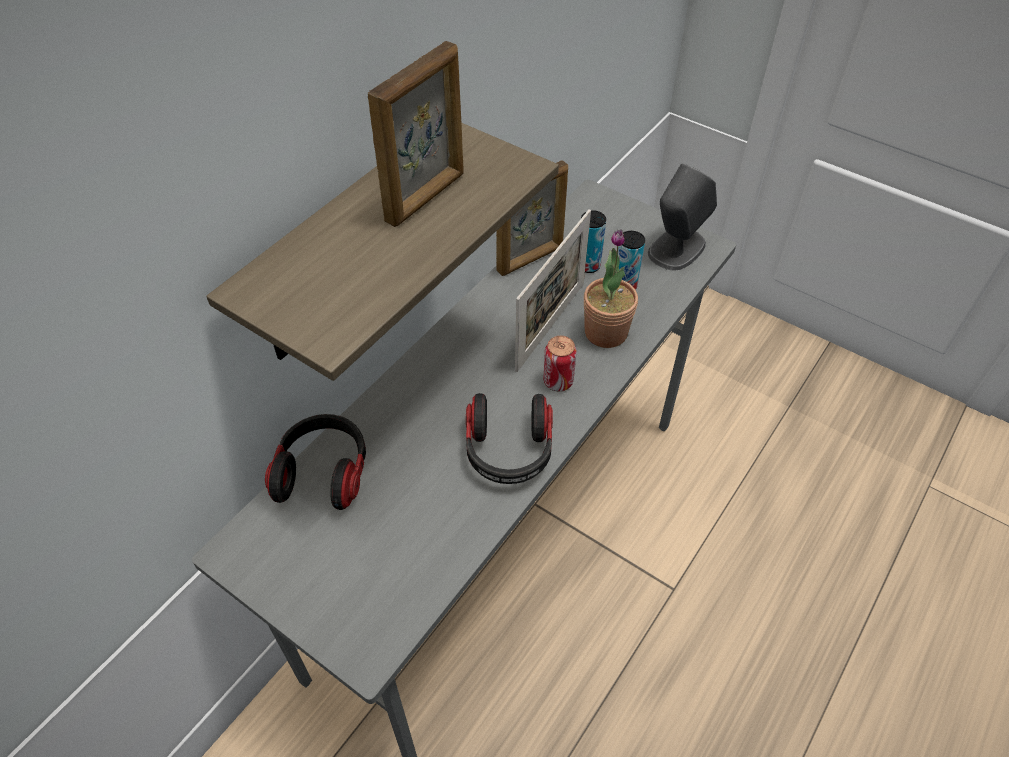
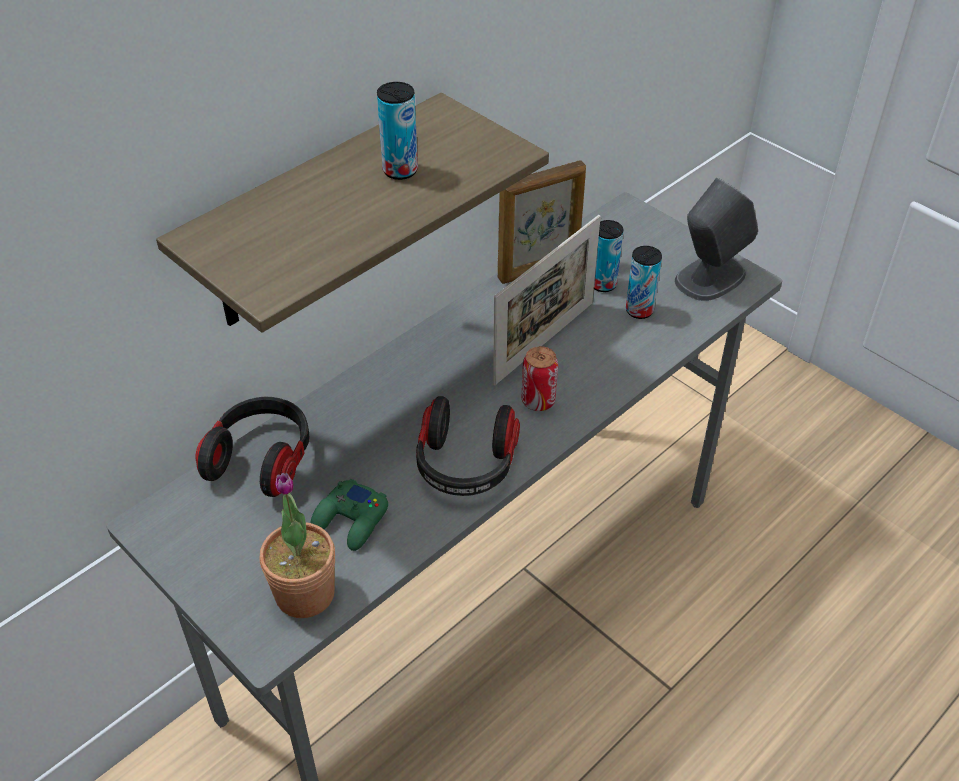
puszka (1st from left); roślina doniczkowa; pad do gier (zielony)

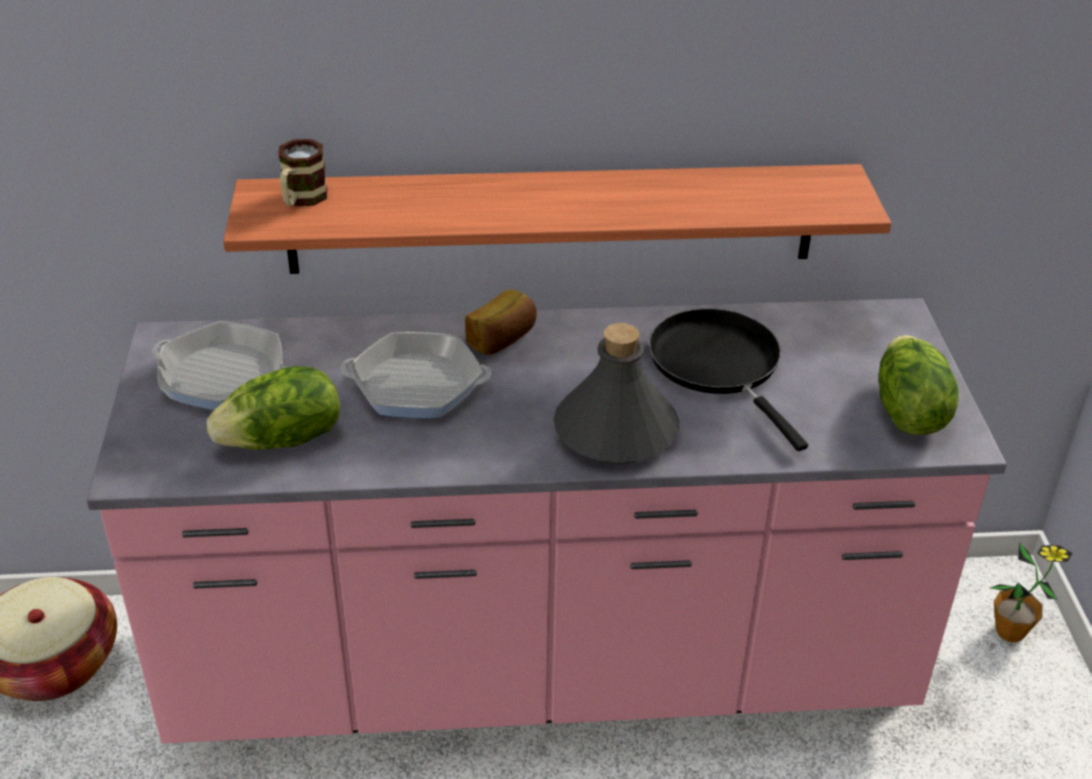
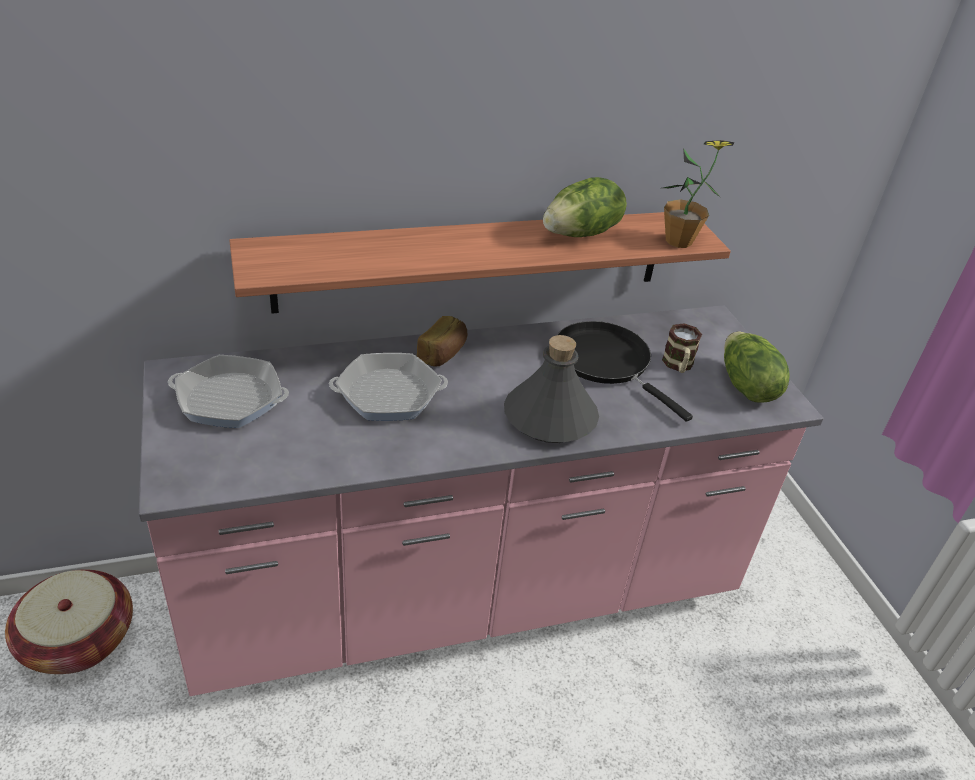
kubek; sałata (1st from left); roślina doniczkowa

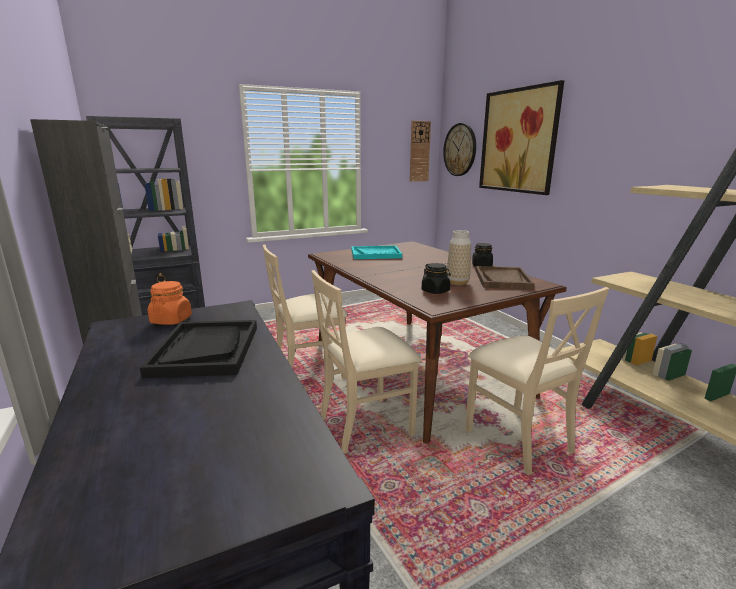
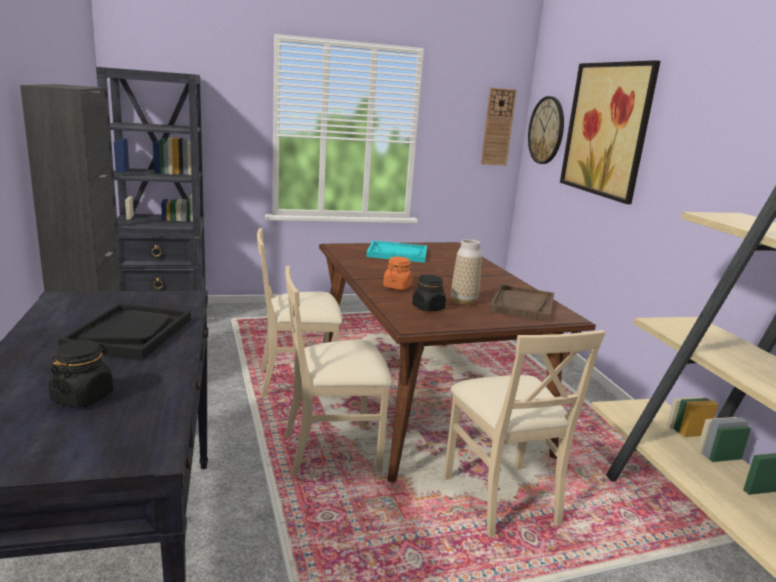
słoik (czarny) (1st from left); słoik (pomarańczowy)

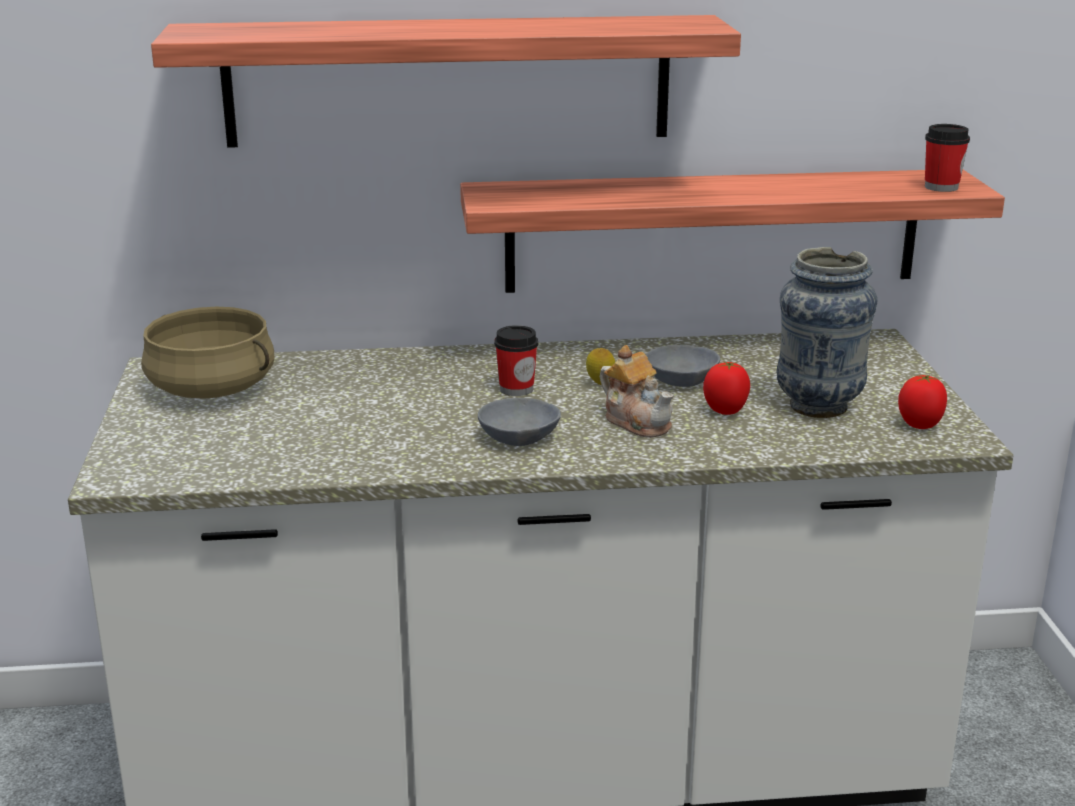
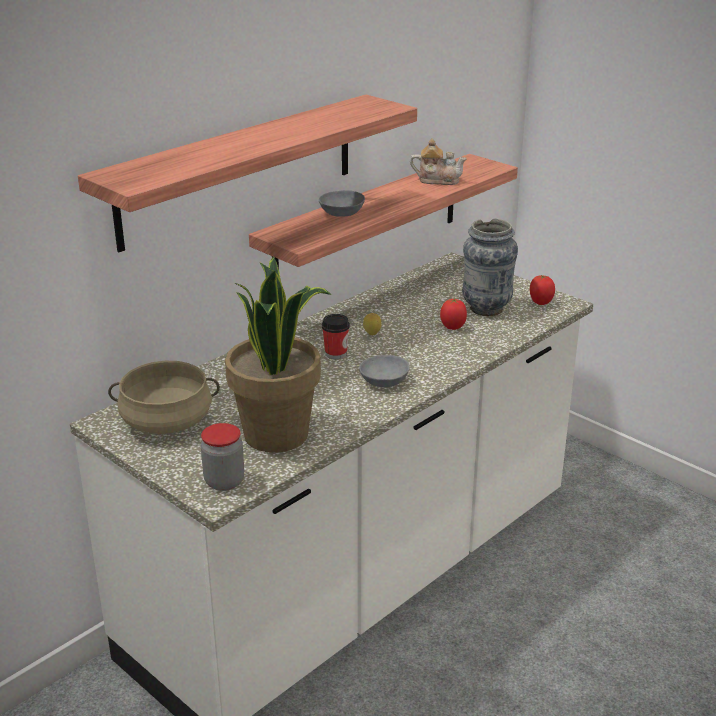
filiżanka (2nd from left in the first image); imbryk; miska (szary) (1st from left); roślina doniczkowa; słoik

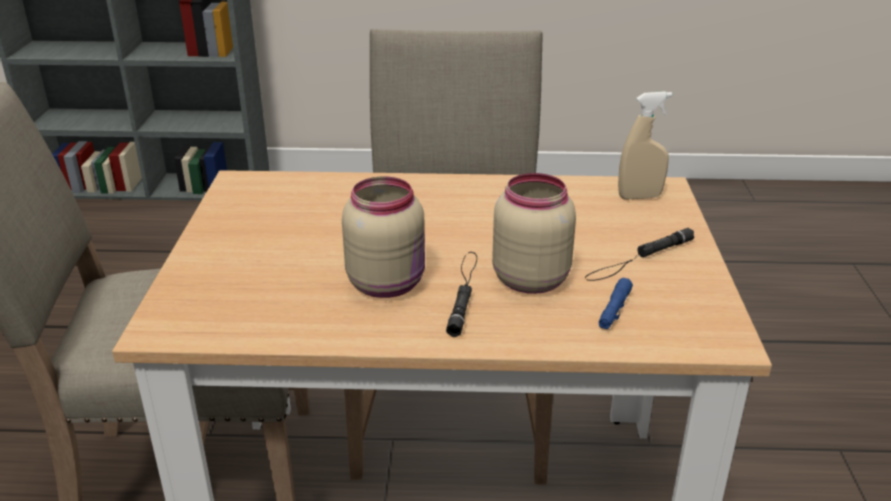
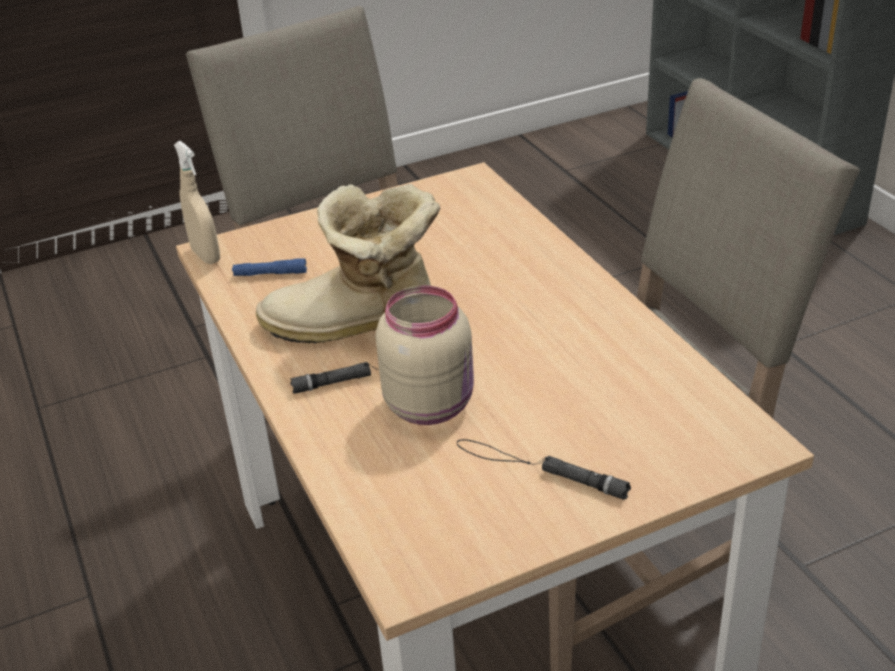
spryskiwacz (beżowy); but z cholewką; latarka (niebieski)

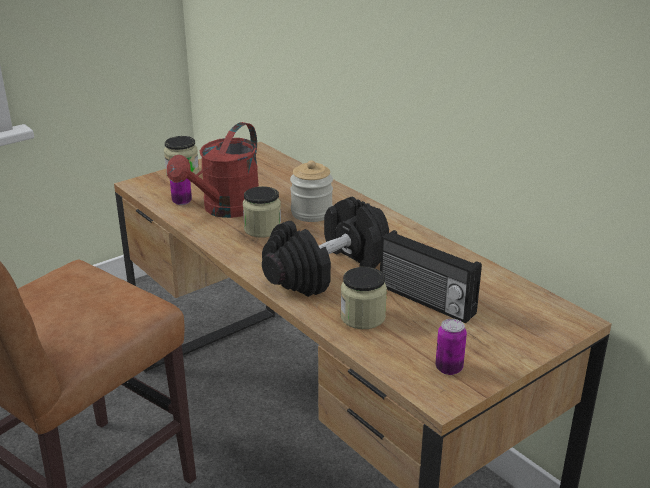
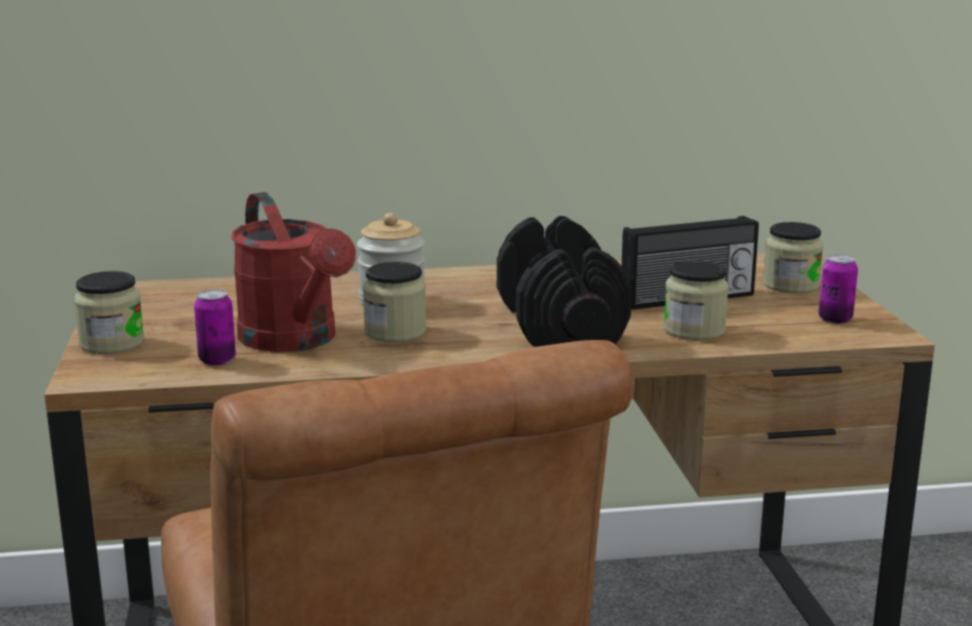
słoik (5th from left)

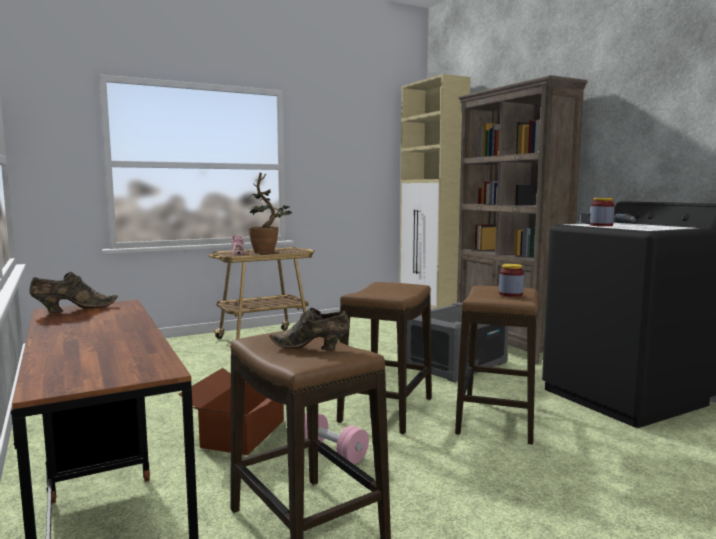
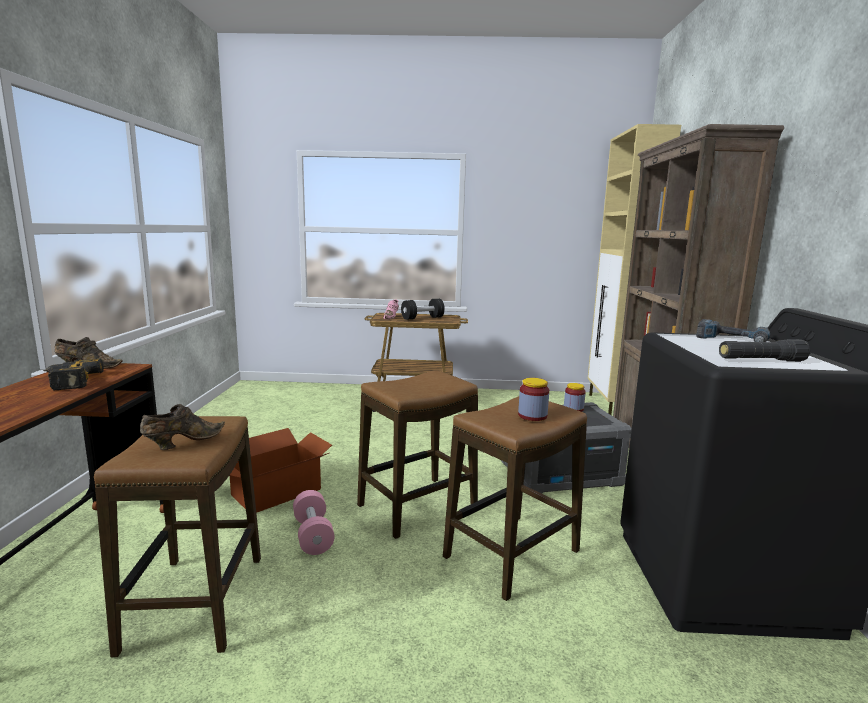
hantel (czarny); słoik (2nd from left); but (brązowy) (2nd from left); latarka (czarny); wiertarka (1st from left)

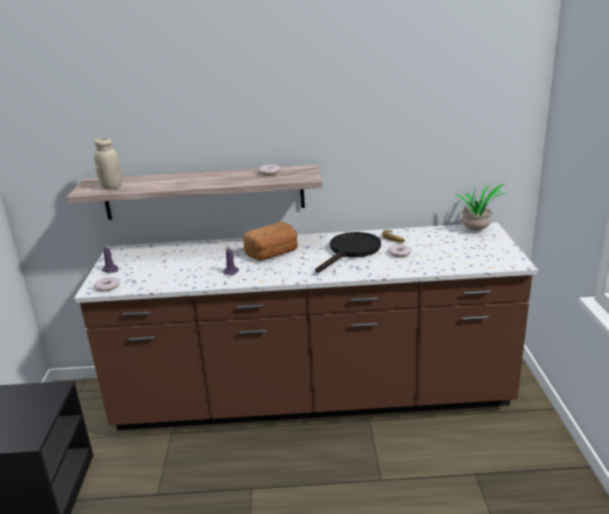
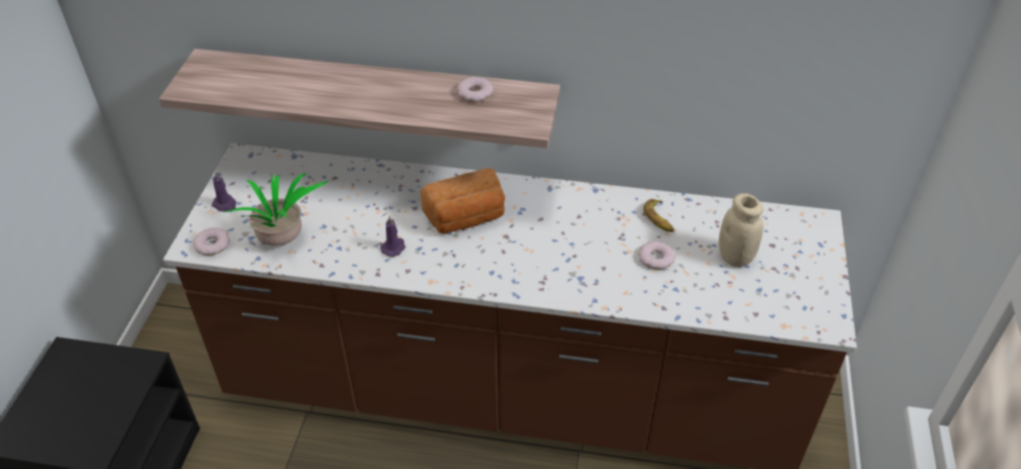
słoik (beżowy); roślina doniczkowa; patelnia (czarny)

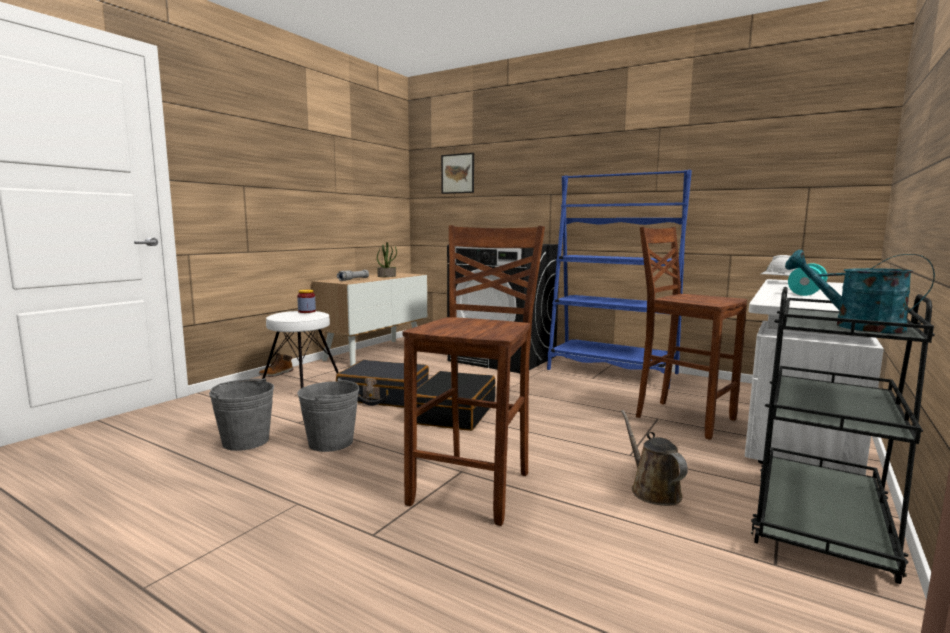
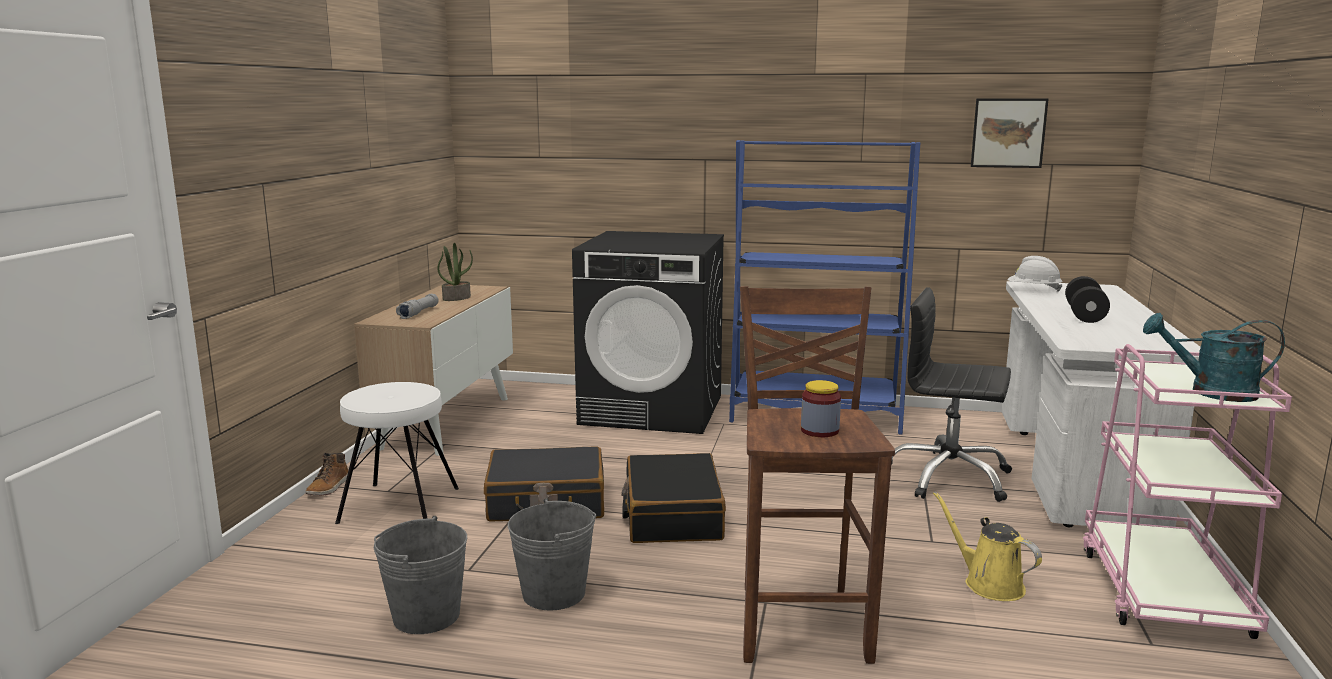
obraz; krzesło biurowe (czarny); hantel (czarny); wózek (różowy); słoik; konewka (żółty)

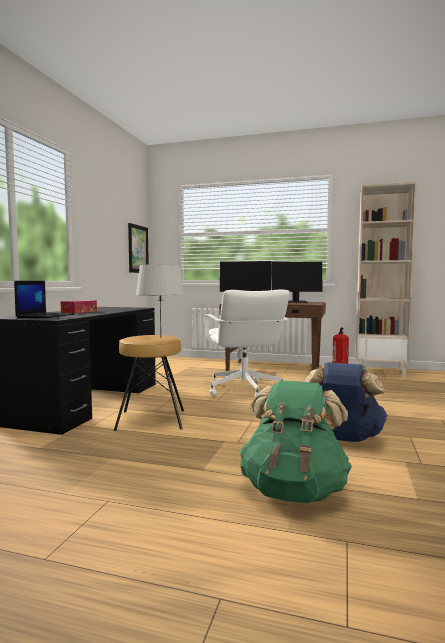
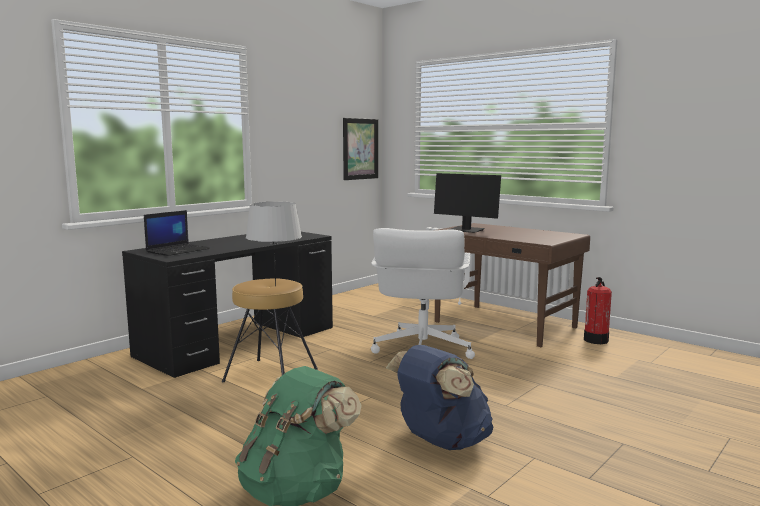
regał (beżowy); monitor (2nd from left in the first image); pudełko chusteczek

